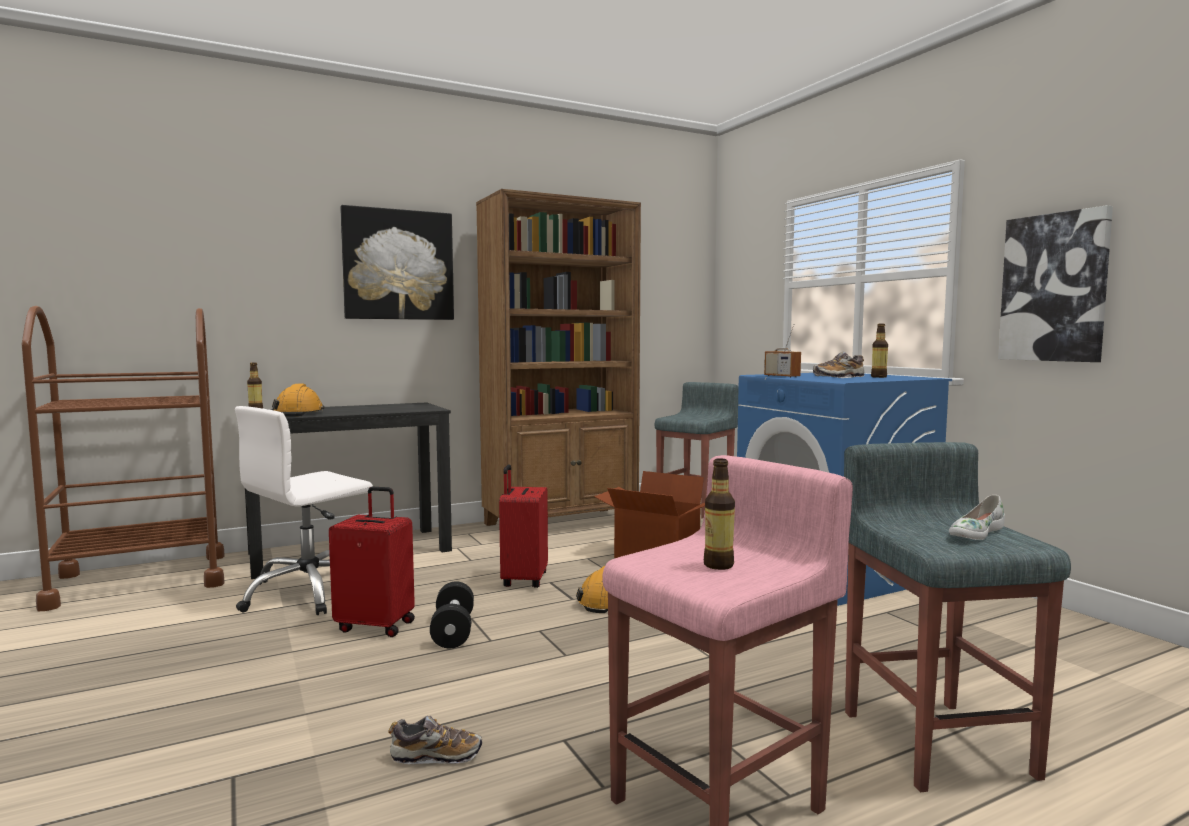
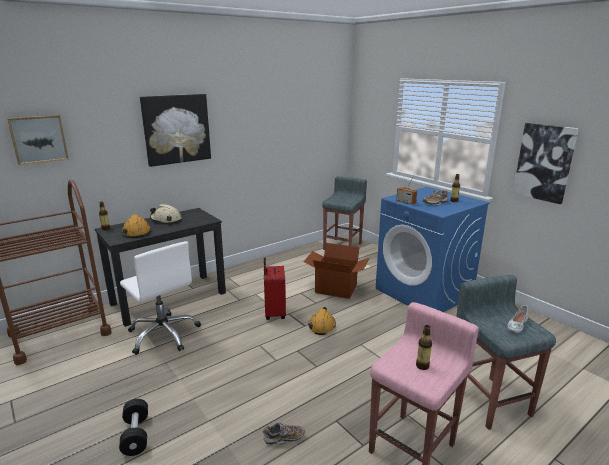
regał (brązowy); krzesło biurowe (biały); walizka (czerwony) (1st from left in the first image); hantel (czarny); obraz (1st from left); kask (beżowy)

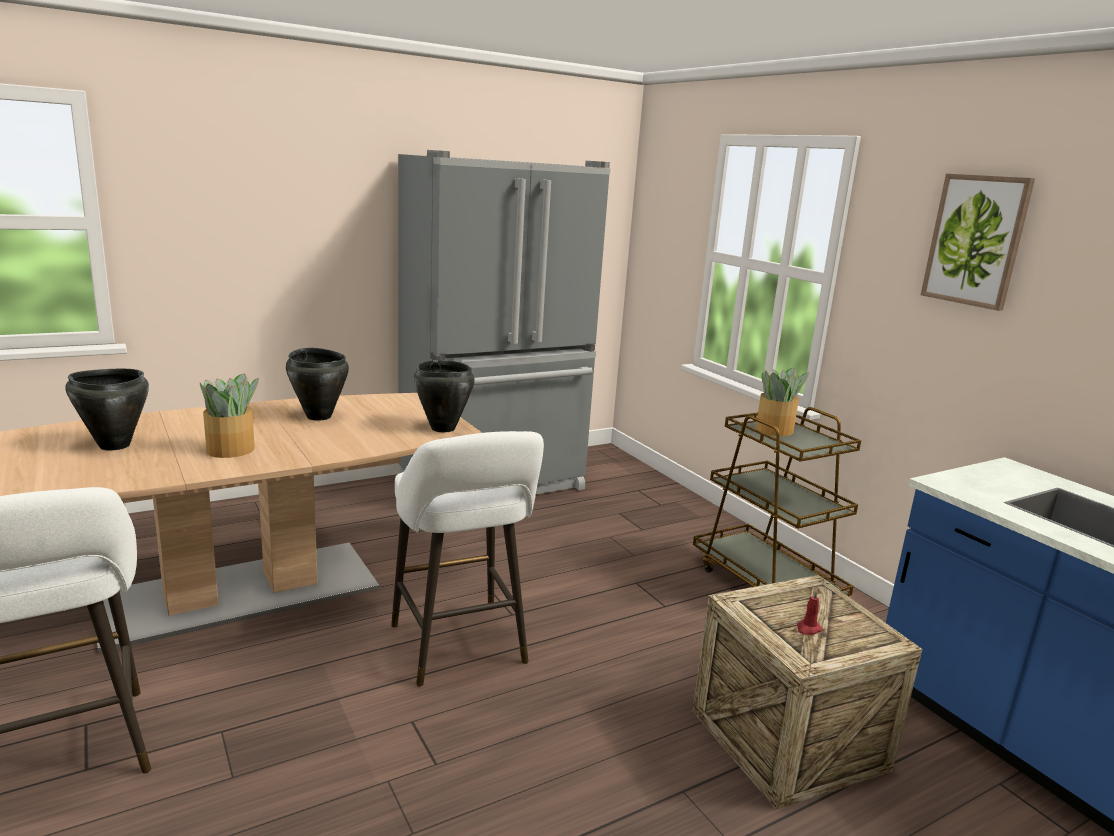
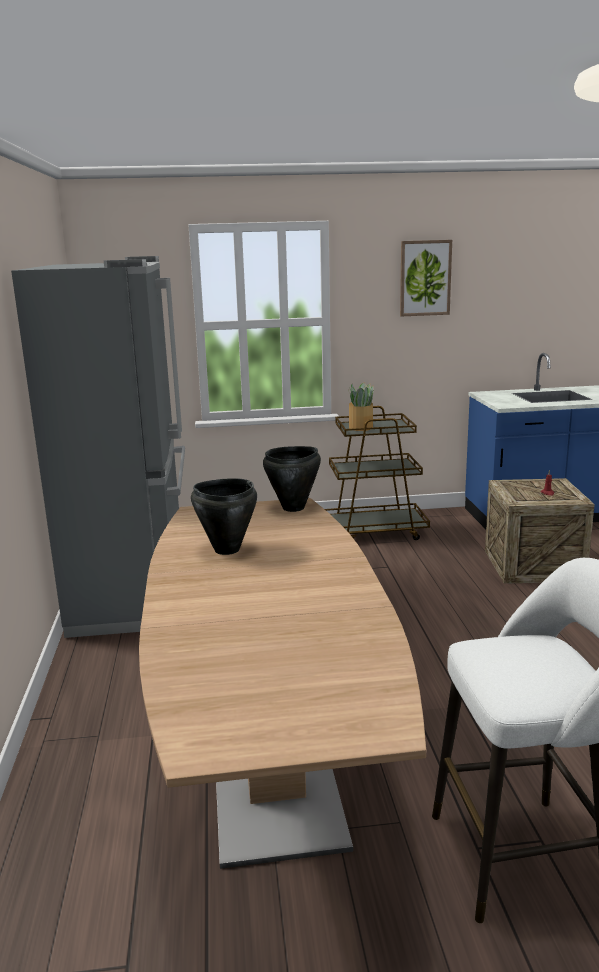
garnek (czarny) (1st from left in the first image); roślina doniczkowa (1st from left in the first image); stołek (biały) (2nd from left in the first image)

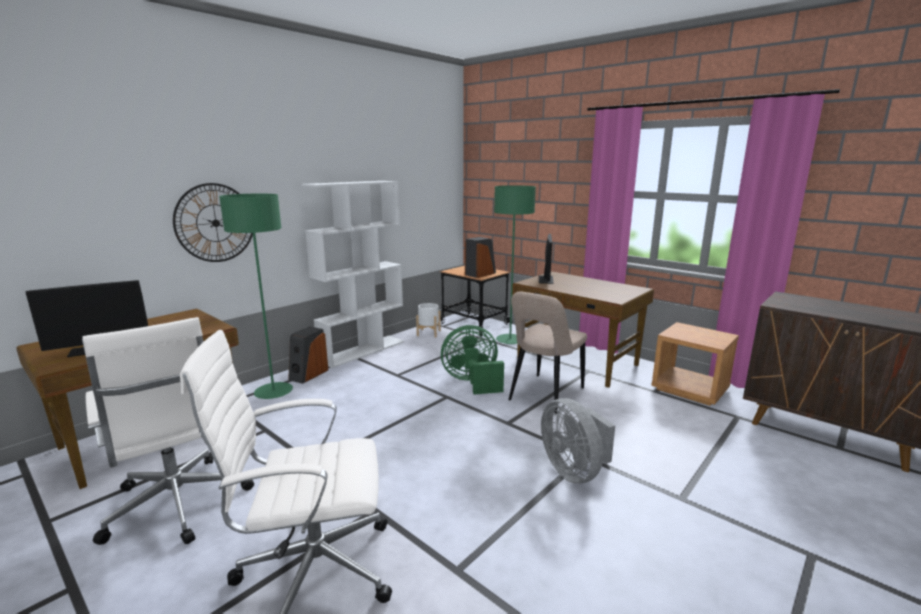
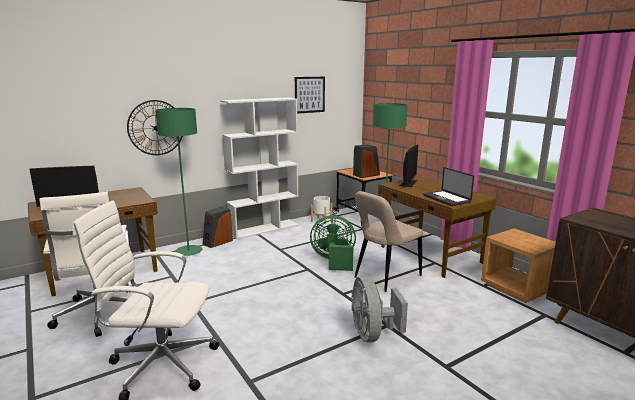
obraz; laptop

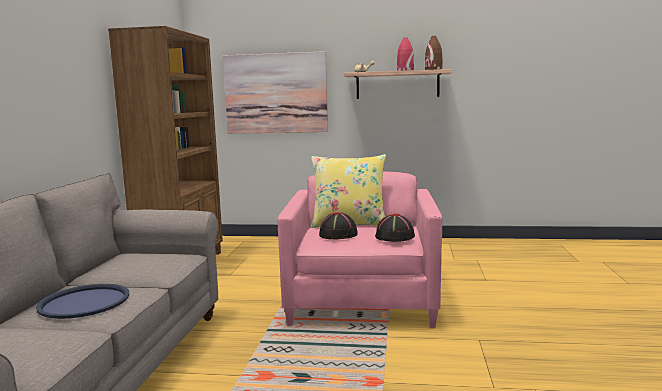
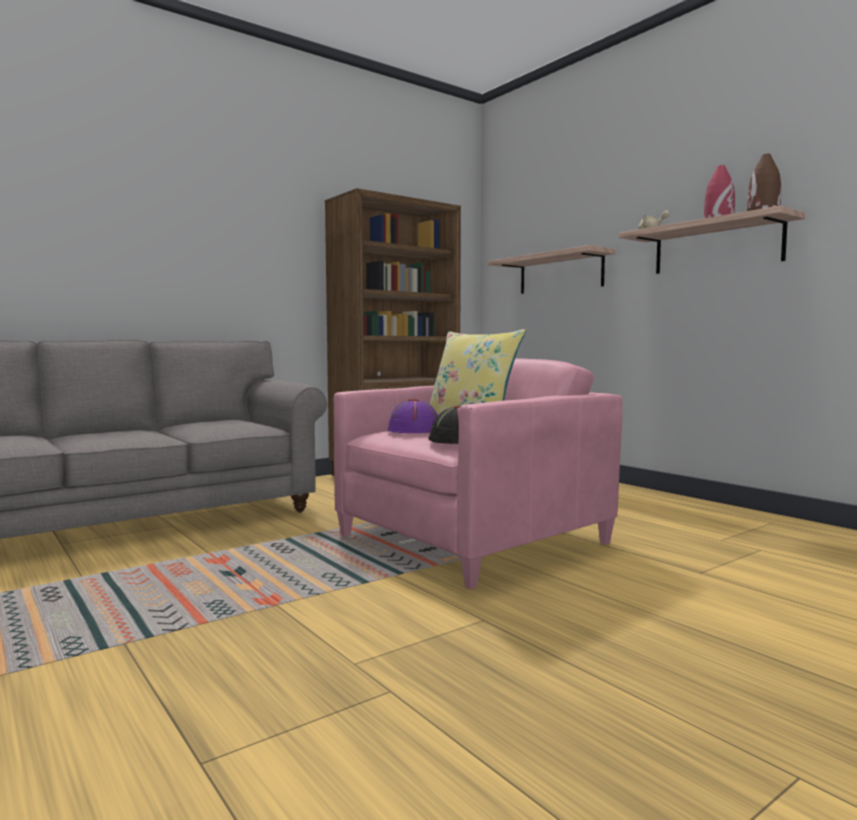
półka (1st from left); kapelusz (fioletowy); taca (niebieski)

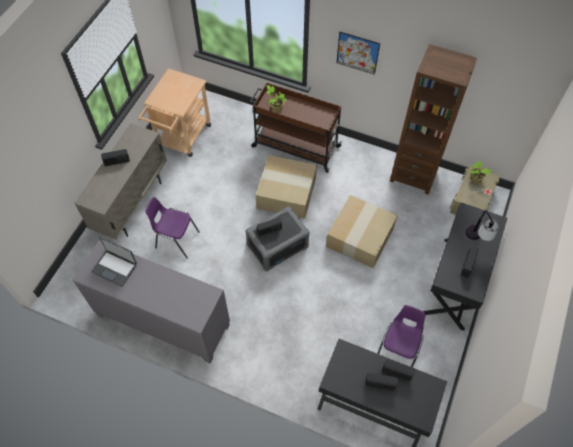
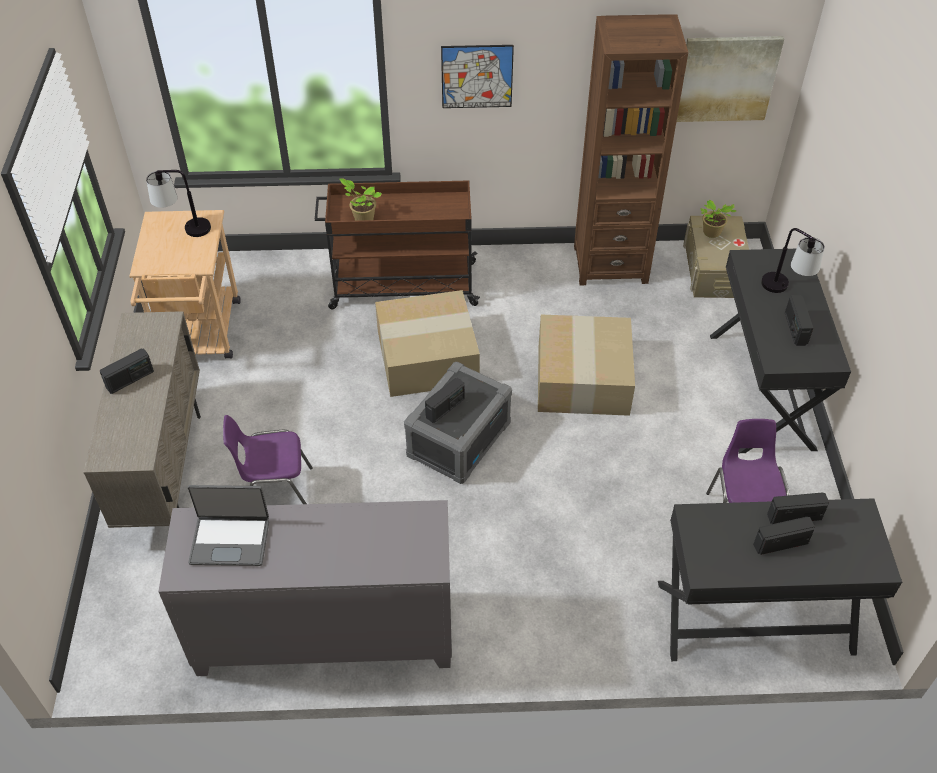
obraz (2nd from left); lampa stołowa (1st from left)

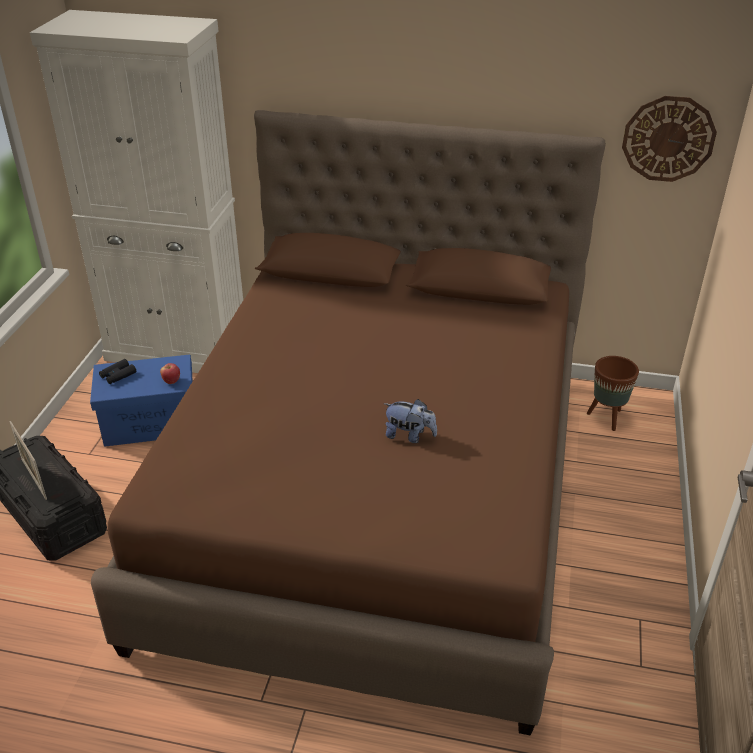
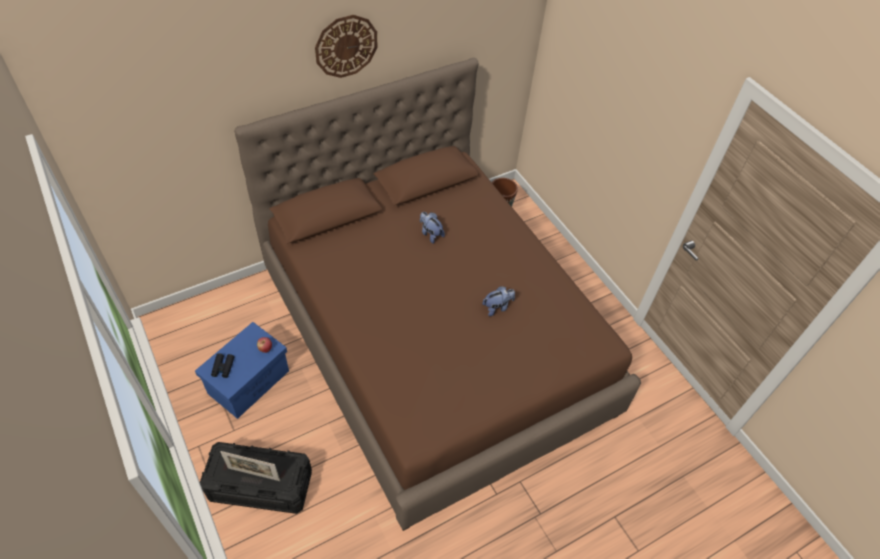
szafka (biały); zegar ścienny; pluszak (1st from left)

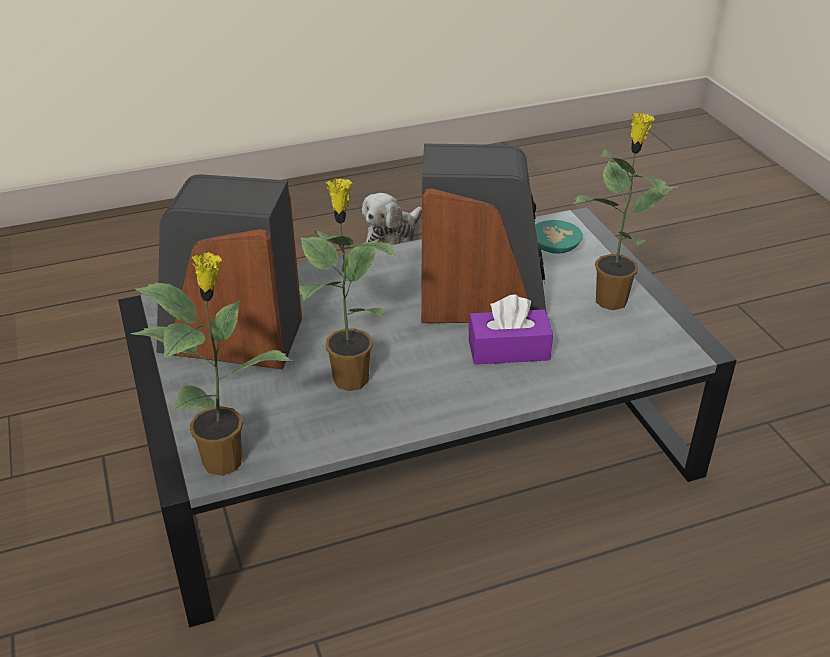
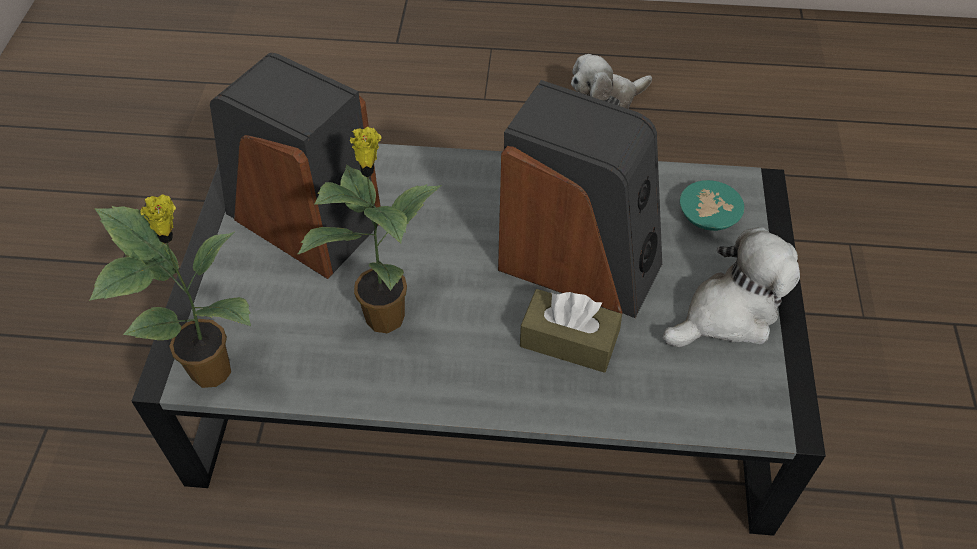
pluszak (2nd from left); pudełko chusteczek (brązowy)

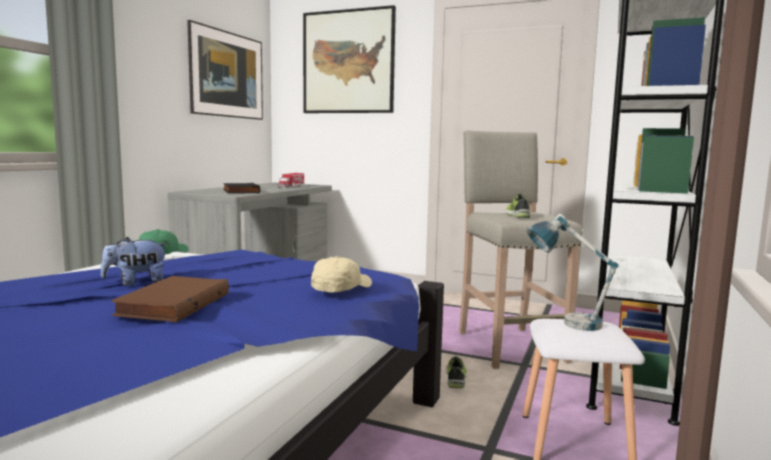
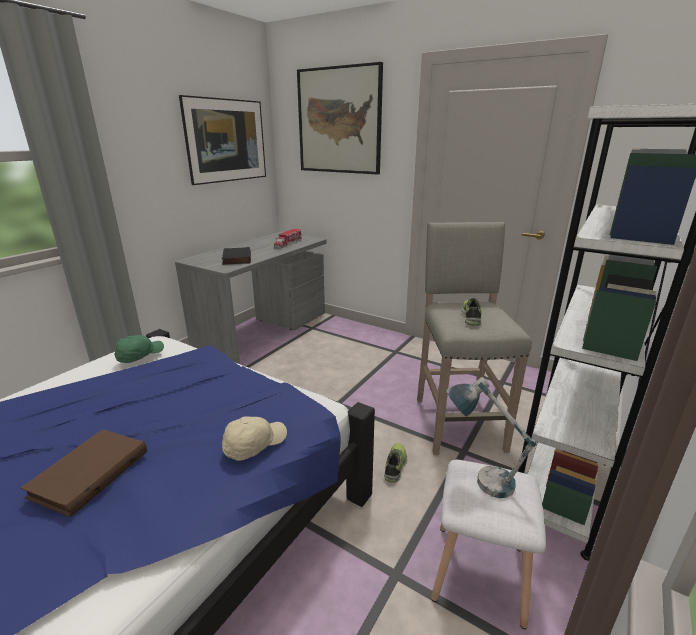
pluszak

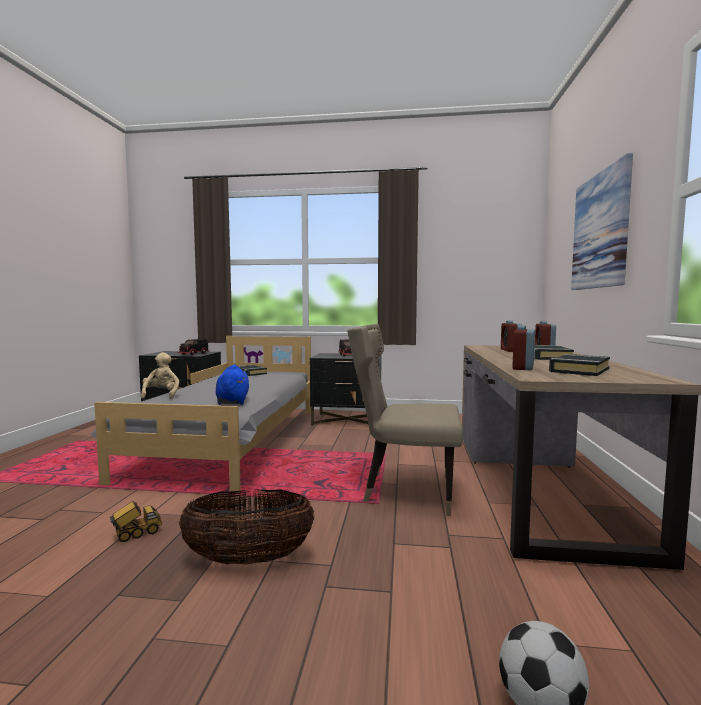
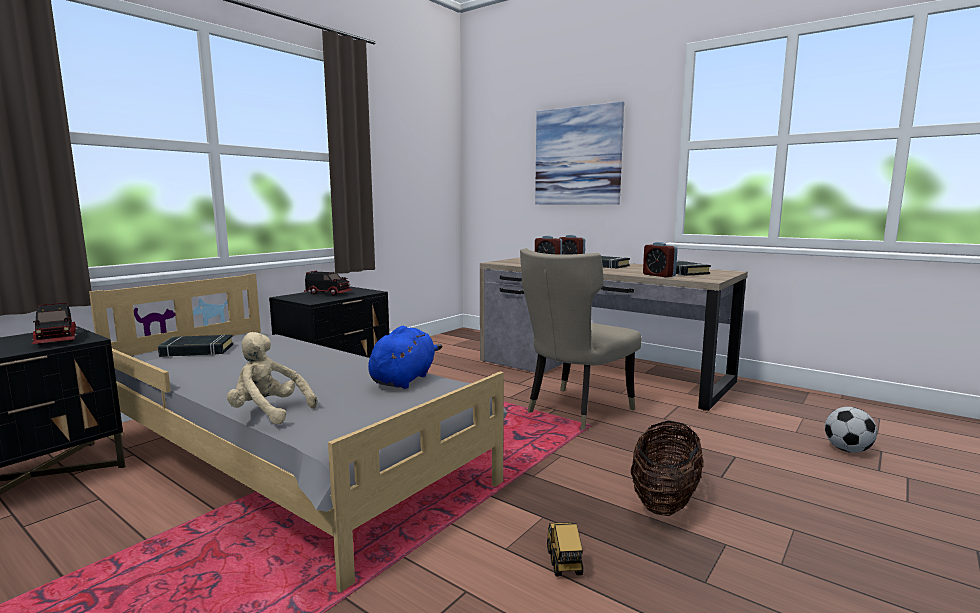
pluszak (niebieski)

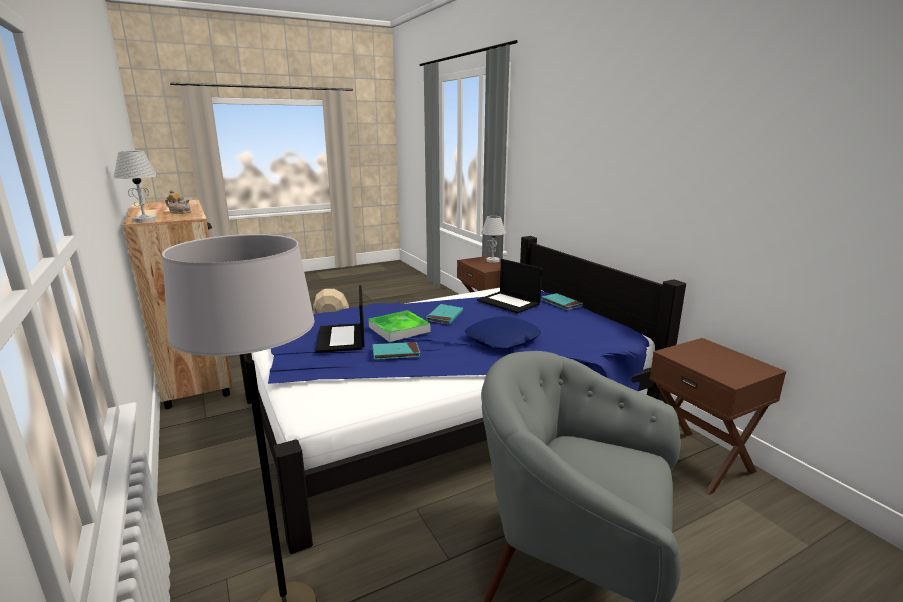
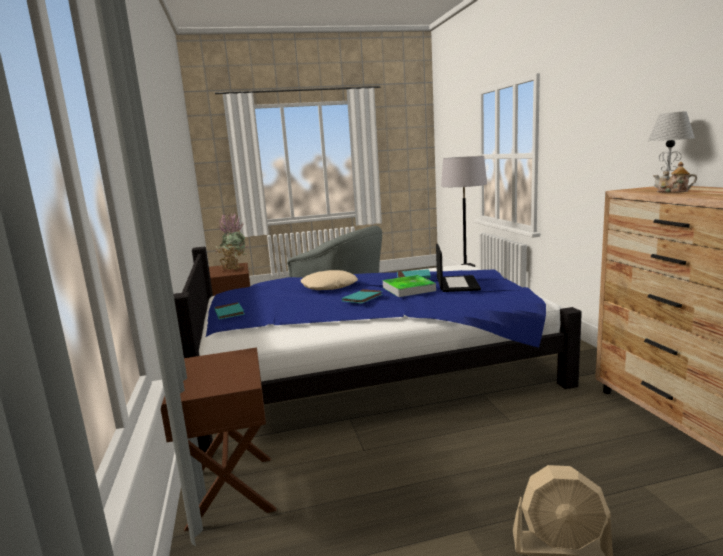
lampa stołowa (biały) (2nd from left in the first image); laptop (2nd from left in the first image); poduszka (beżowy); roślina doniczkowa

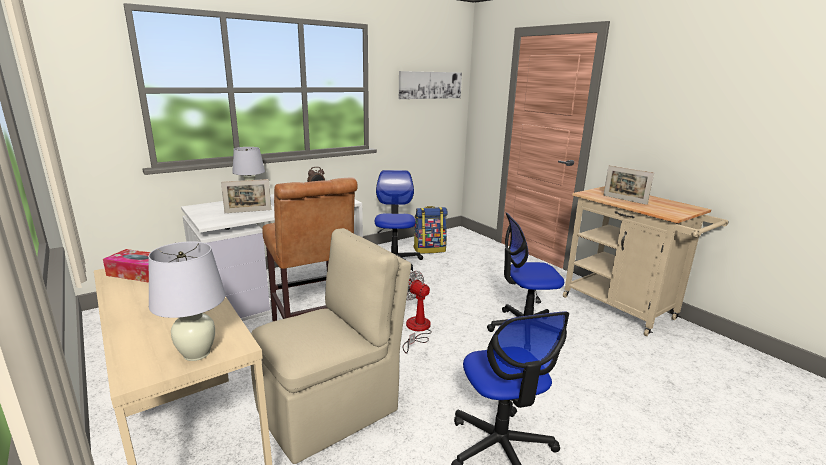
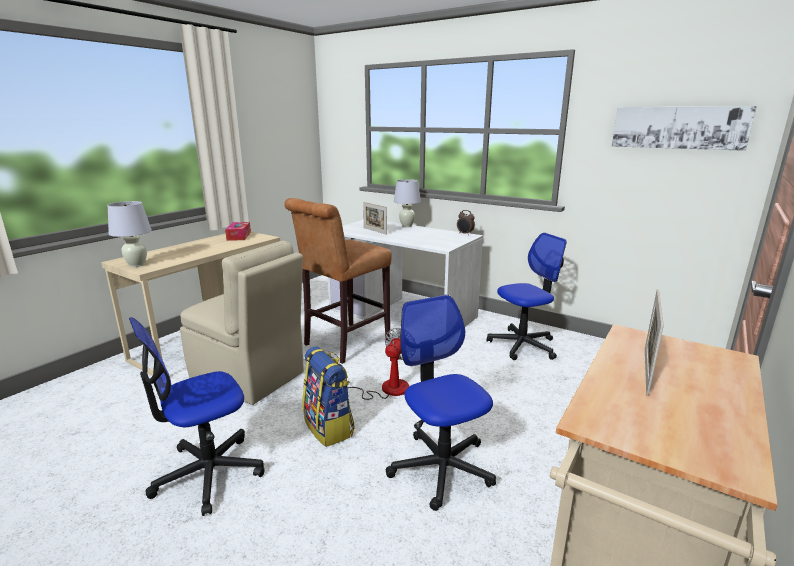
plecak

